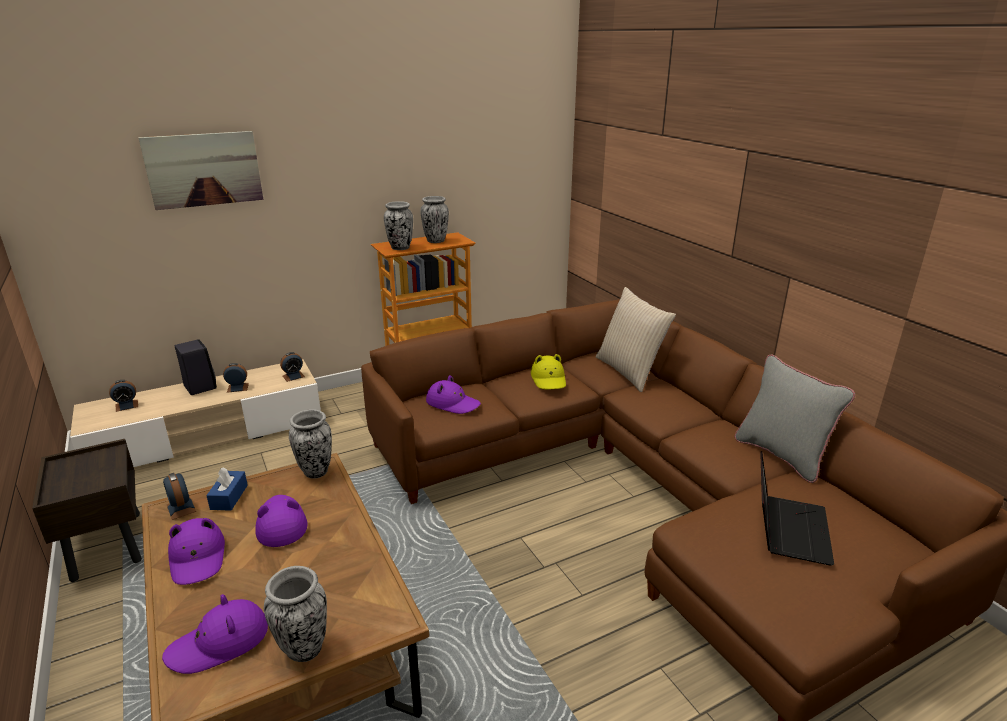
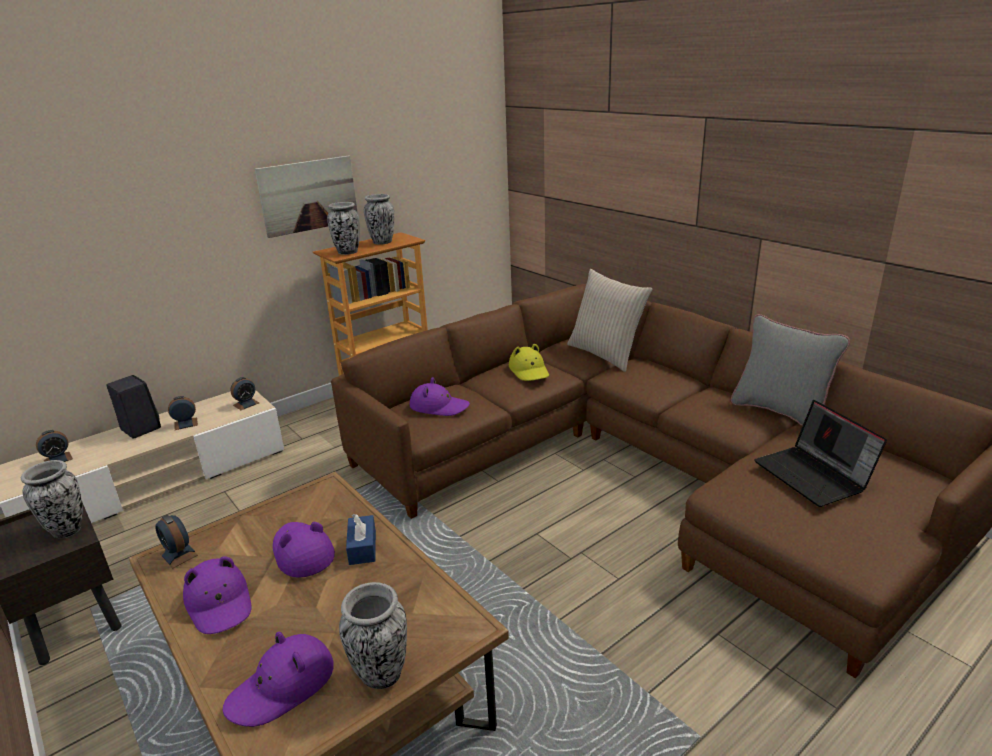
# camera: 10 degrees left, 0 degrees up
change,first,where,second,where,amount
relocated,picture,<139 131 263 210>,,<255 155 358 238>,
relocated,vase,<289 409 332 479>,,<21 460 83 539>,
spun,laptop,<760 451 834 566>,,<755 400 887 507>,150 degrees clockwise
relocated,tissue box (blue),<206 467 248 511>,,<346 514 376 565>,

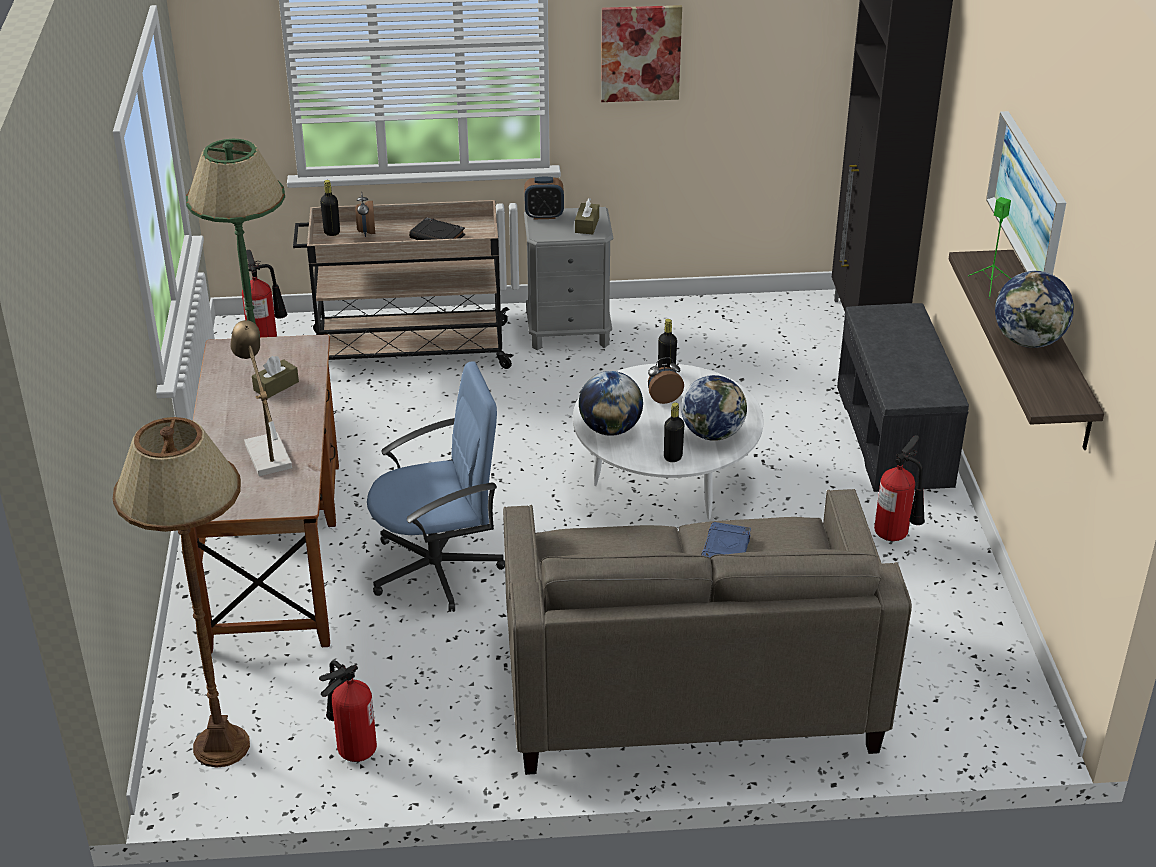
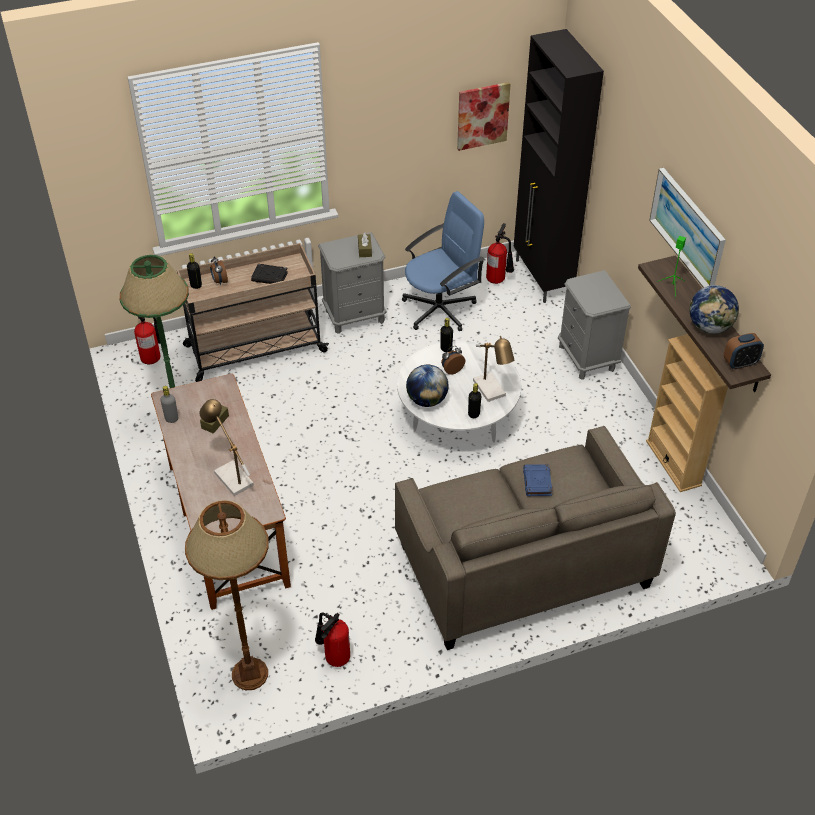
# camera: 15 degrees left, 10 degrees up
change,first,where,second,where,amount
relocated,picture,<601 5 682 102>,,<457 82 511 151>,
relocated,alarm clock,<524 177 564 219>,,<724 333 764 370>,
exchanged,bench (grey),<837 303 969 492>,nightstand (grey),<558 270 631 380>,
relocated,office chair (blue),<367 361 505 612>,,<402 191 485 331>,
exchanged,globe,<681 375 747 441>,table lamp,<473 336 514 402>,
relocated,fire extinguisher,<874 435 925 541>,,<486 223 514 284>,
appeared,,,bookcase (beige),<646 334 728 492>,
appeared,,,bottle (grey),<160 386 178 423>,

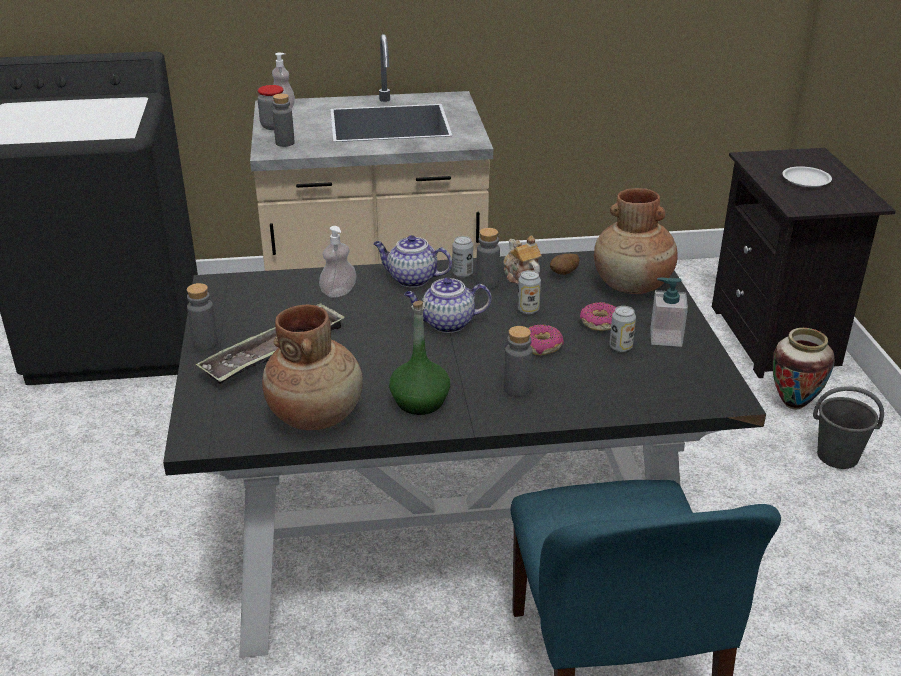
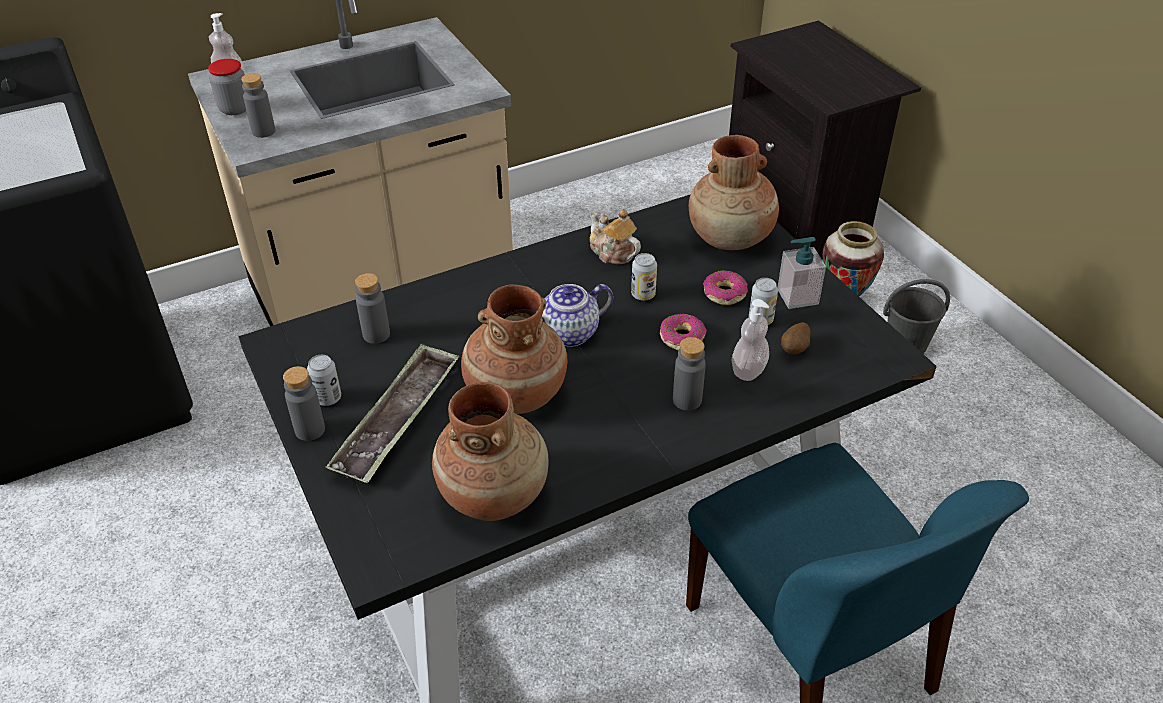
# camera: 20 degrees left, 10 degrees up
change,first,where,second,where,amount
missing,plate (white),<782 166 832 187>,,,
relocated,soap dispenser,<319 226 357 298>,,<732 299 769 381>,
relocated,bottle (grey),<476 228 500 289>,,<355 273 390 344>,
missing,teapot,<373 235 452 287>,,,
relocated,can,<452 236 473 278>,,<307 355 341 406>,
relocated,potato,<550 254 580 275>,,<781 322 810 354>,
missing,bottle (green),<389 301 450 415>,,,
appeared,,,vase (brown),<461 285 567 414>,

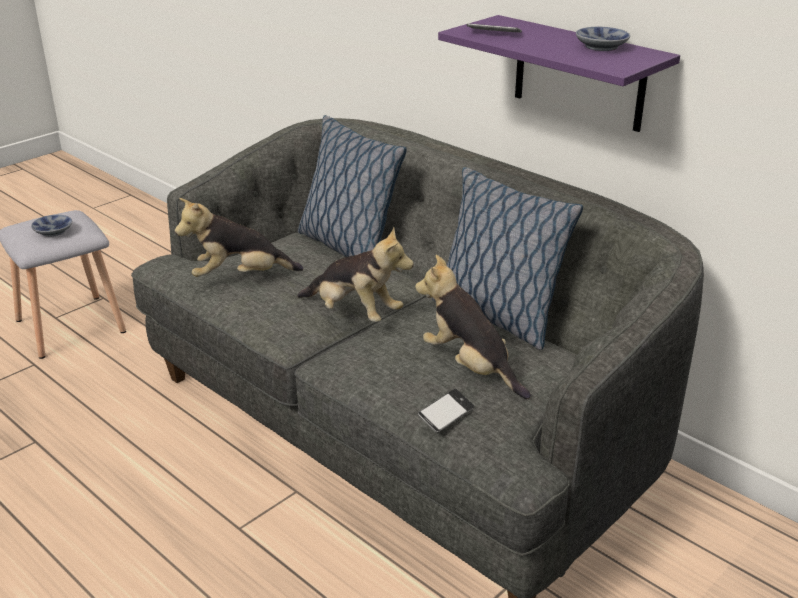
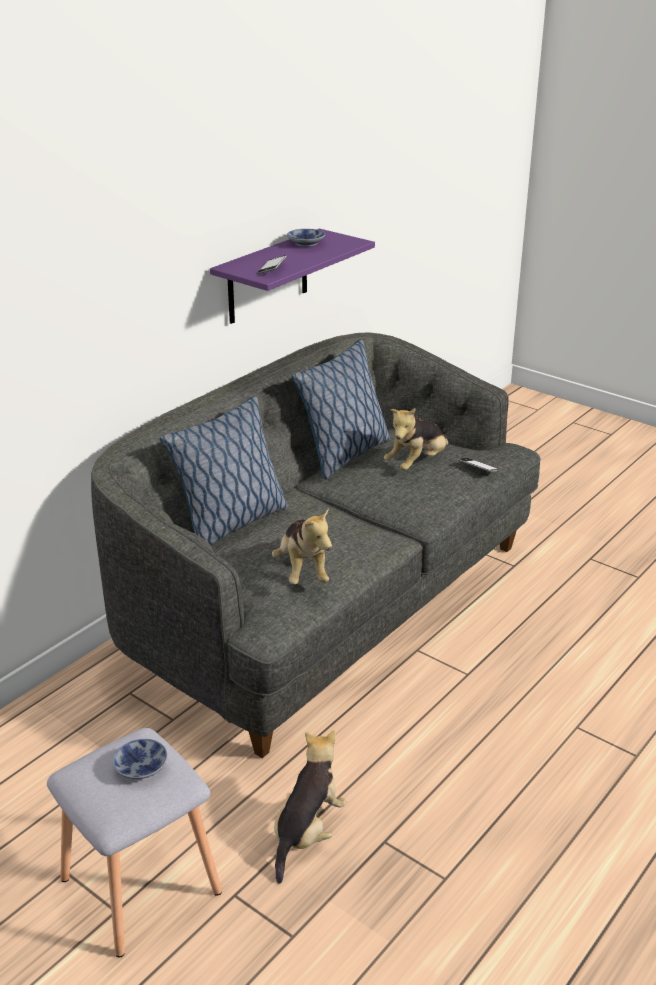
# camera: 95 degrees left, 0 degrees up
change,first,where,second,where,amount
relocated,plush toy,<297 227 414 322>,,<274 730 346 884>,

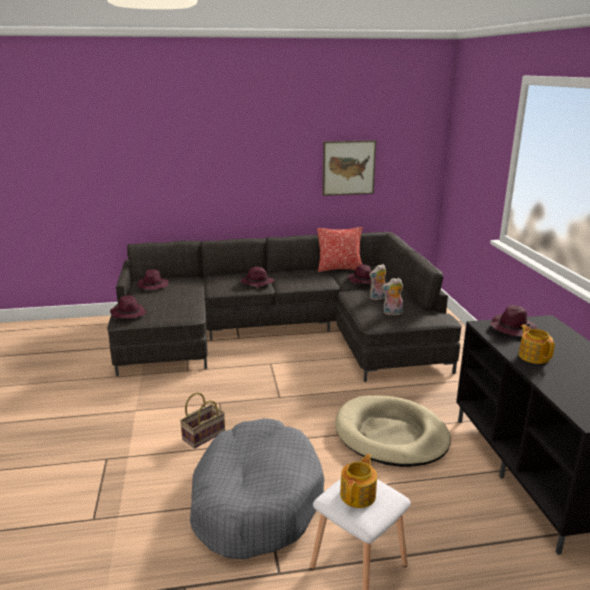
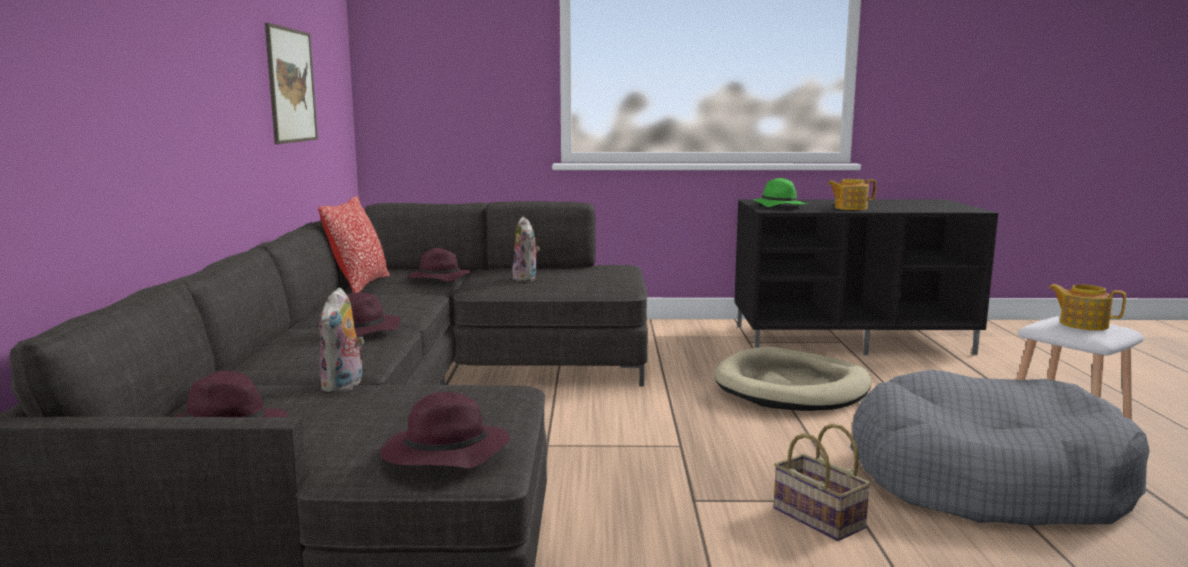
# camera: 80 degrees left, 10 degrees down
change,first,where,second,where,amount
relocated,plush toy,<382 278 403 315>,,<319 287 365 392>,
colour,hat (purple),<490 305 537 336>,hat (green),<754 178 807 207>,

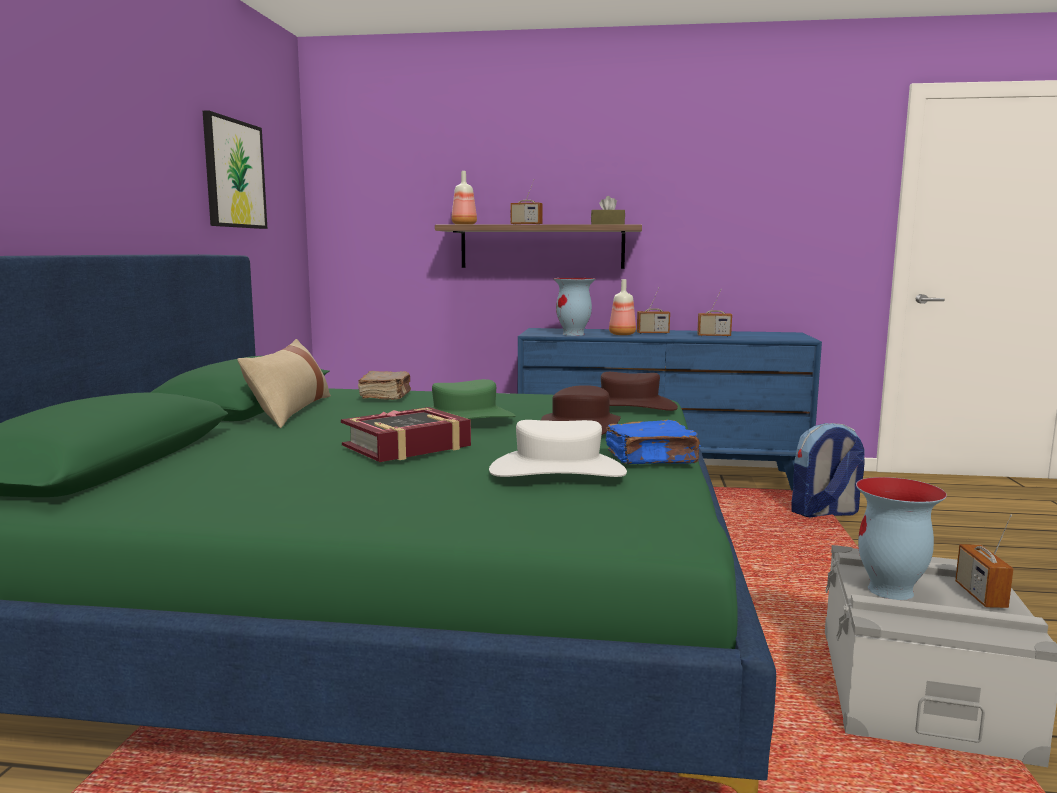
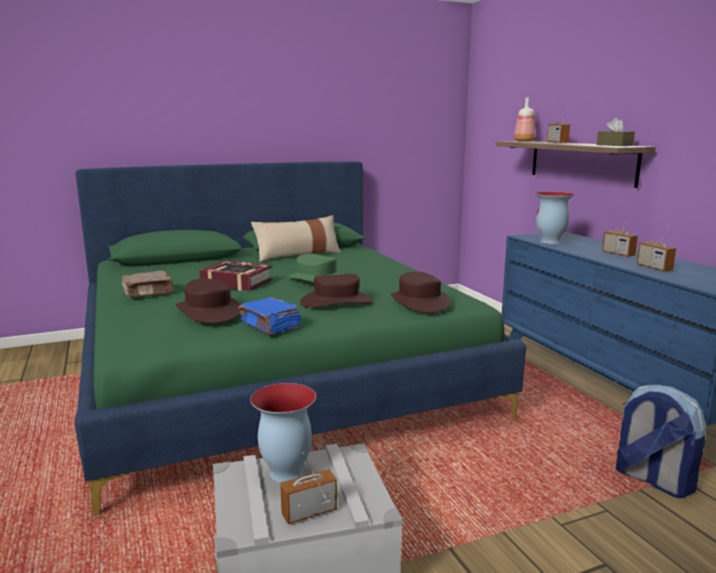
# camera: 60 degrees right, 5 degrees up
change,first,where,second,where,amount
missing,picture,<203 111 267 229>,,,
missing,bottle,<609 279 636 335>,,,
relocated,book (brown),<358 371 411 400>,,<121 270 174 298>,
colour,hat (white),<489 420 627 477>,hat (brown),<176 278 241 323>,

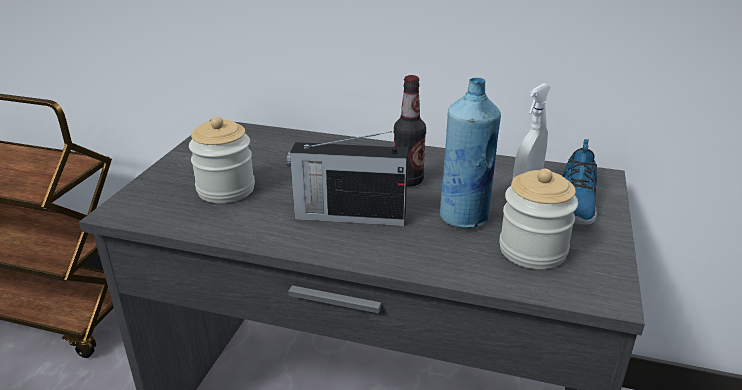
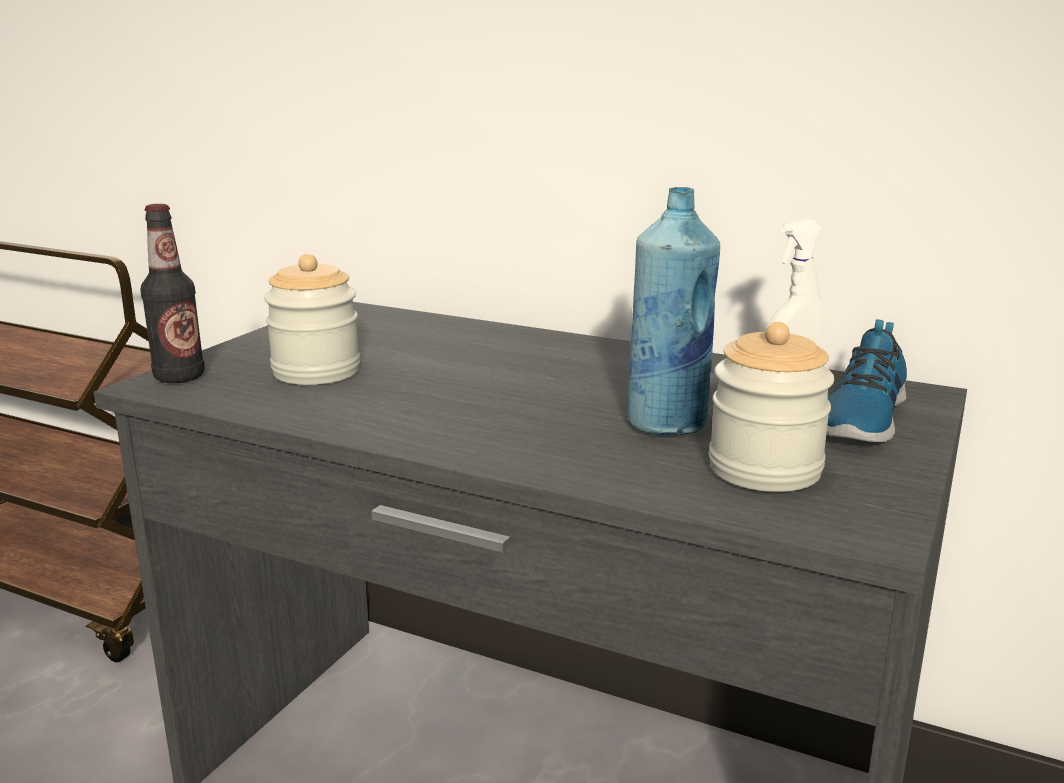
# camera: 10 degrees right, 10 degrees down
change,first,where,second,where,amount
relocated,bottle,<394 75 426 187>,,<140 204 205 383>,
missing,radio,<287 131 408 226>,,,

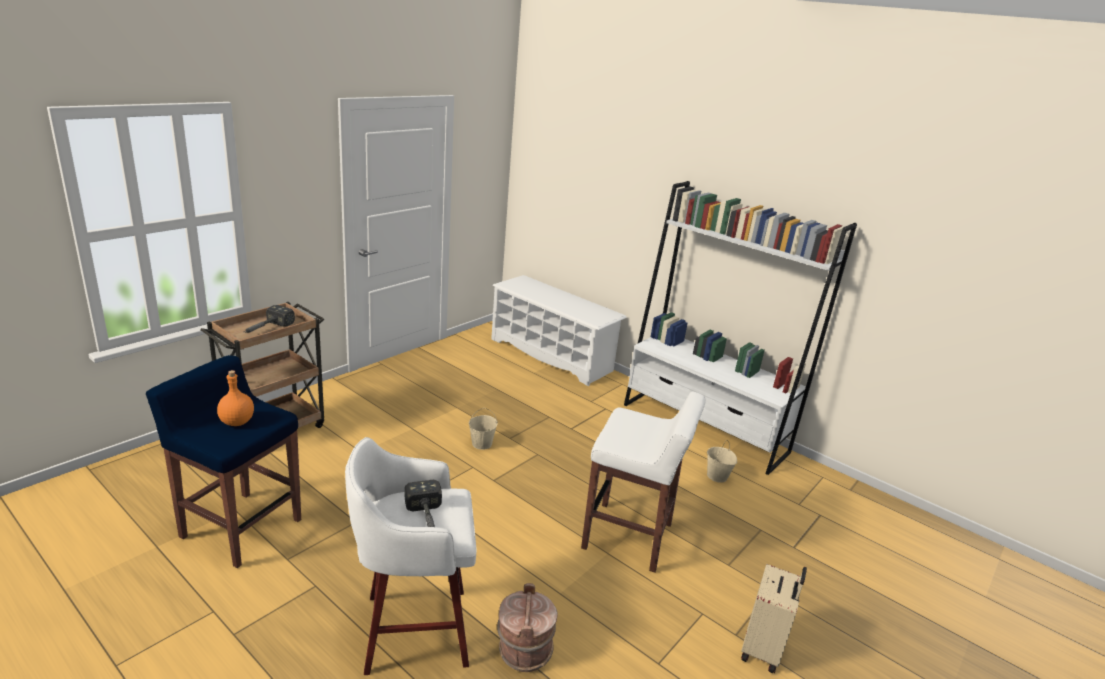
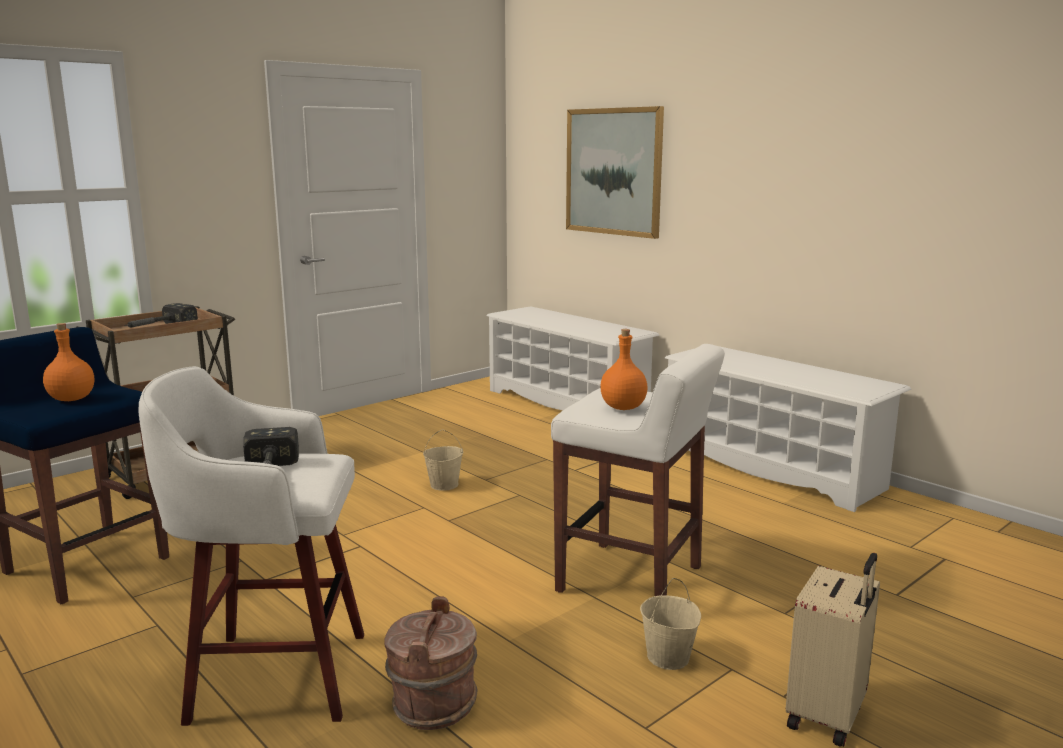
# camera: 10 degrees right, 10 degrees down
change,first,where,second,where,amount
exchanged,bookcase (white),<624 181 857 475>,shoe rack (white),<664 346 911 512>,
relocated,bucket (beige),<707 440 737 483>,,<640 578 701 670>,
appeared,,,picture,<566 106 664 239>,
appeared,,,bottle (orange),<600 329 648 410>,

